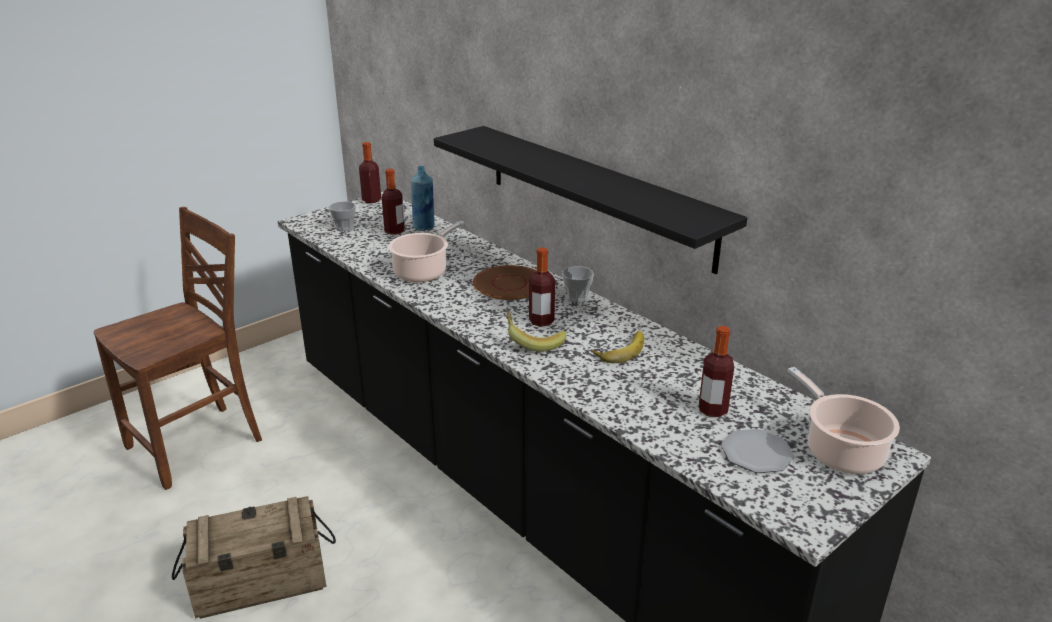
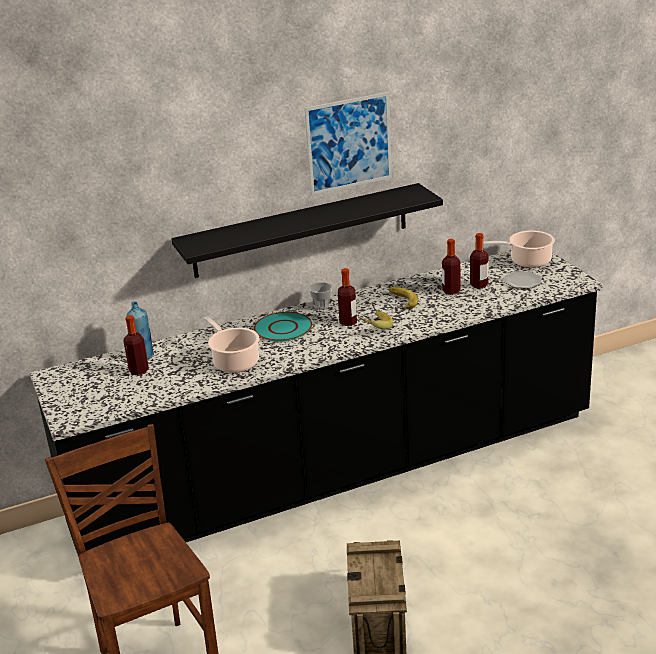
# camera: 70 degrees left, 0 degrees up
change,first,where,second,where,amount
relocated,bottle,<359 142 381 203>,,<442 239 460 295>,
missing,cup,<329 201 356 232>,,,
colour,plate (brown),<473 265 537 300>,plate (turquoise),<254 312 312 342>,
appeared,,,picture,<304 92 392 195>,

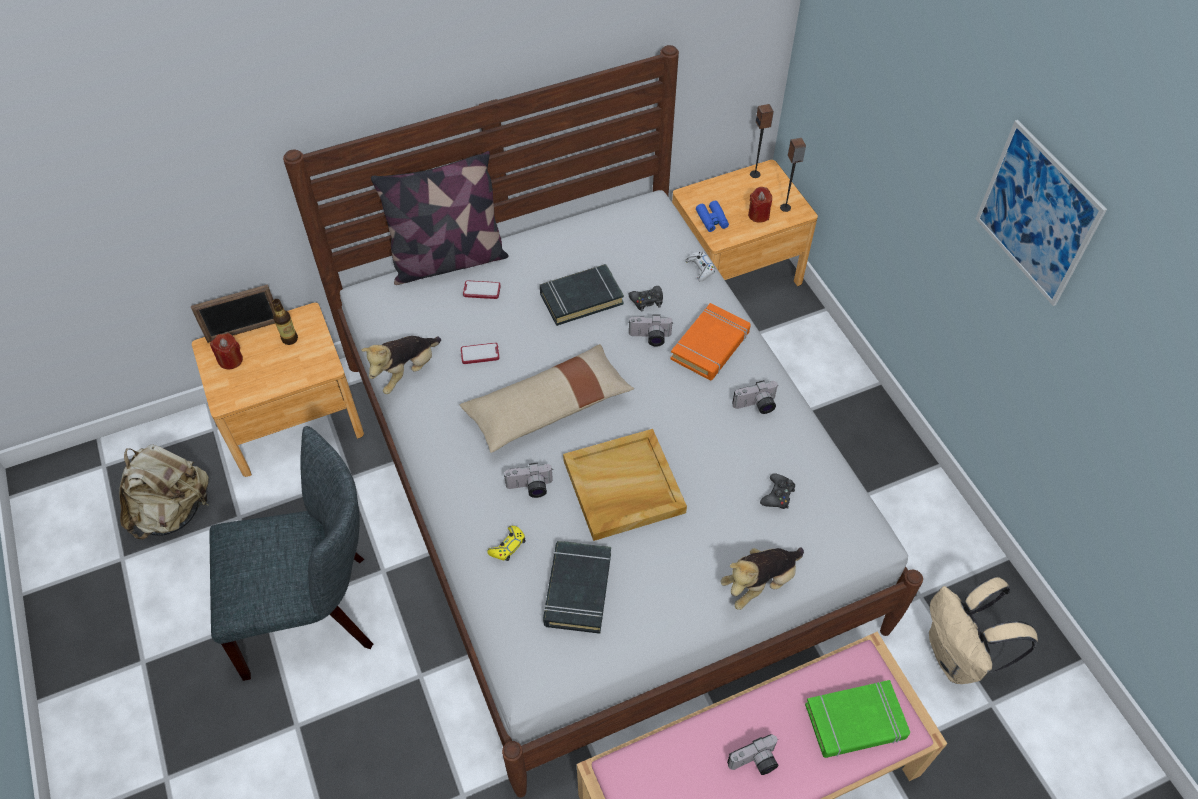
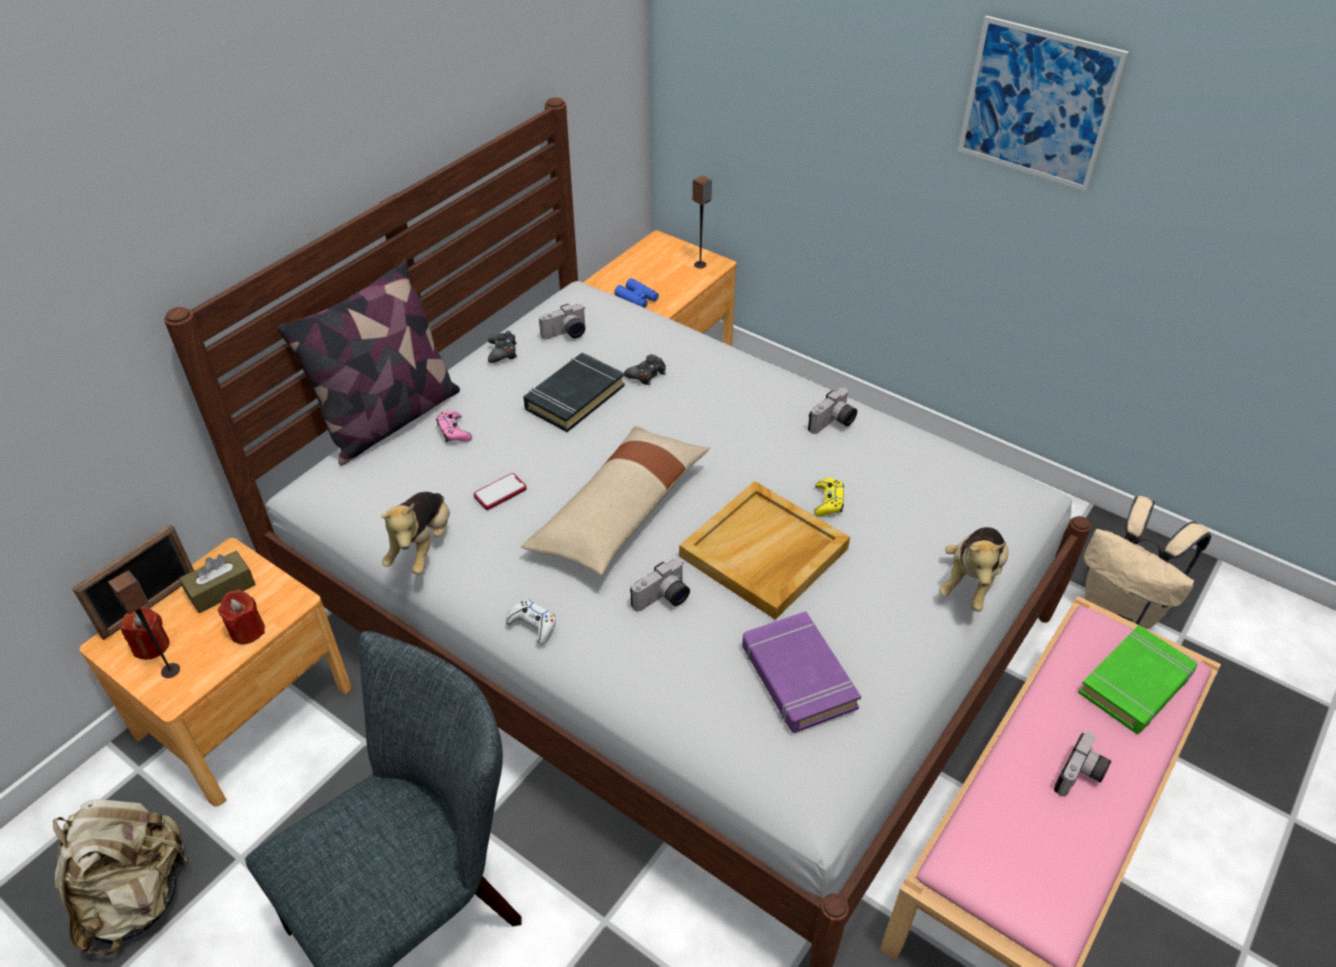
# camera: 30 degrees left, 10 degrees down
change,first,where,second,where,amount
relocated,speaker,<750 104 774 178>,,<108 570 180 678>,
relocated,candle (red),<748 187 772 223>,,<218 590 265 645>,
relocated,game controller (white),<685 252 715 282>,,<506 600 556 644>,
exchanged,phone,<463 281 500 299>,game controller (pink),<436 410 472 443>,
exchanged,bottle,<272 299 298 345>,tissue box (brown),<179 551 256 613>,
missing,book (orange),<670 303 751 380>,,,
relocated,photo camera,<628 314 673 347>,,<539 304 585 339>,
relocated,game controller (black),<760 473 795 509>,,<488 331 517 363>,
relocated,game controller (yellow),<487 526 526 561>,,<814 478 844 516>,
colour,book (black),<543 541 611 634>,book (purple),<742 611 861 733>,

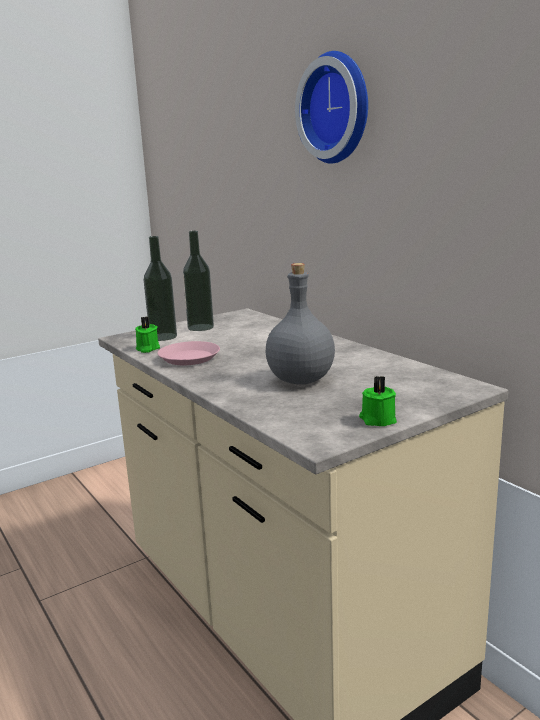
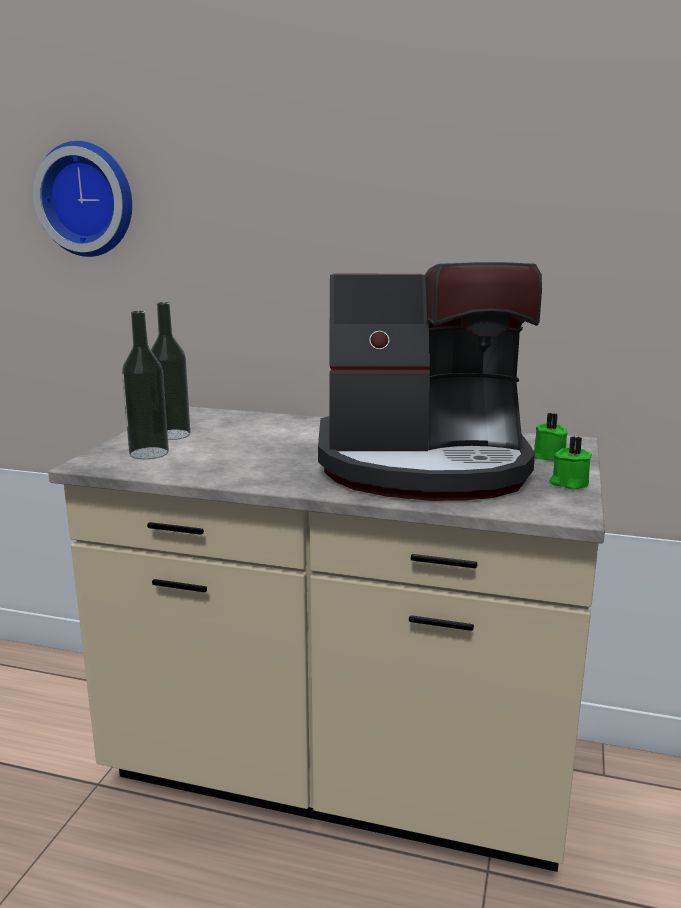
# camera: 40 degrees left, 0 degrees up
change,first,where,second,where,amount
relocated,wall clock,<295 51 368 164>,,<33 141 132 257>,
exchanged,bottle (grey),<266 263 335 385>,coffee machine,<318 262 542 501>,
relocated,candle (green),<135 316 160 353>,,<534 413 567 461>,
missing,plate (pink),<157 341 220 365>,,,

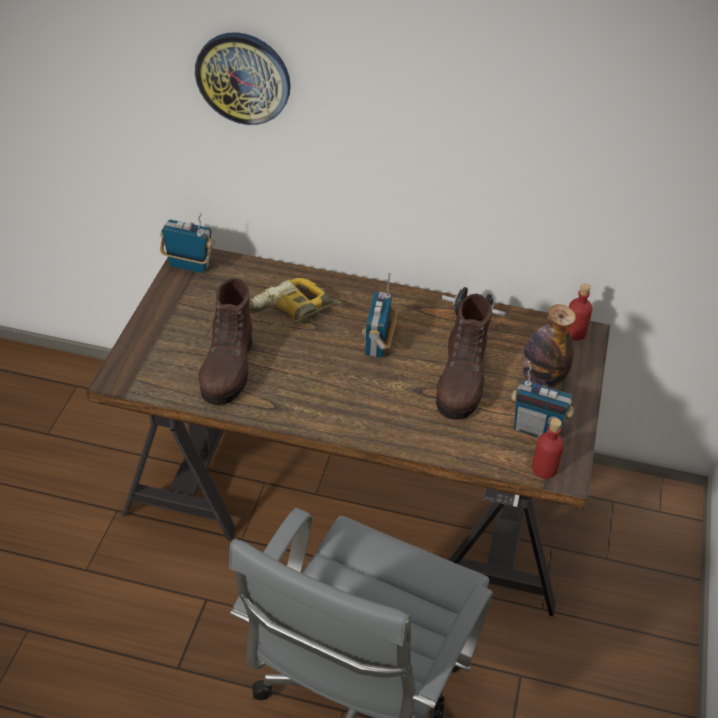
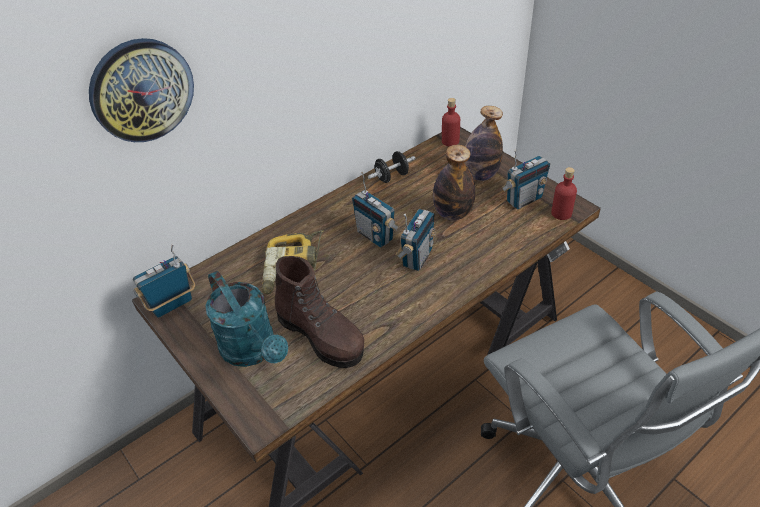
# camera: 50 degrees left, 0 degrees up
change,first,where,second,where,amount
exchanged,boot (brown),<436 293 492 420>,bottle,<433 145 475 220>,
appeared,,,radio,<395 209 436 271>,
appeared,,,watering can (turquoise),<205 271 288 367>,

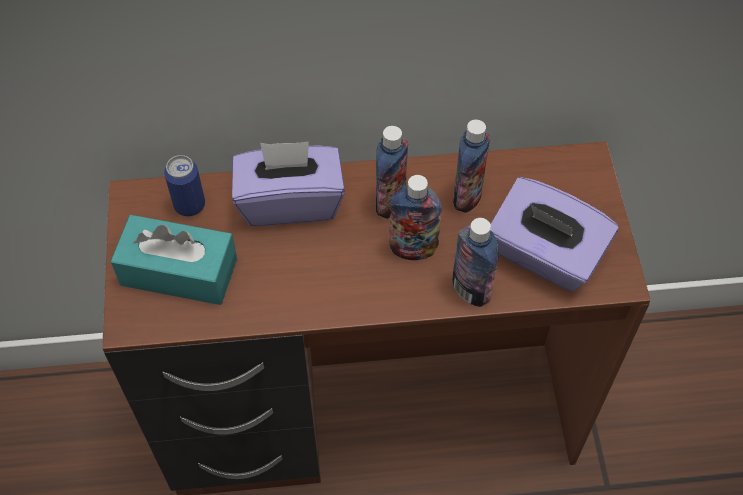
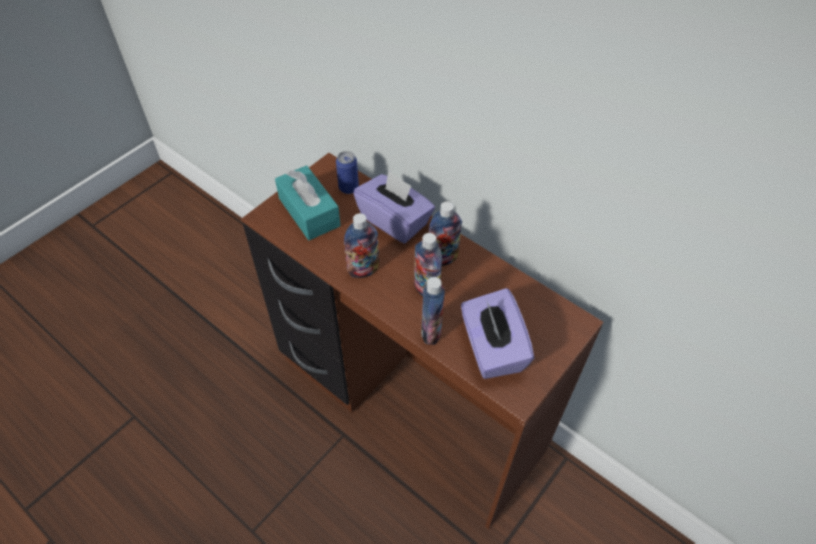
# camera: 45 degrees right, 5 degrees down
change,first,where,second,where,amount
relocated,bottle,<453 120 490 213>,,<344 213 379 278>,

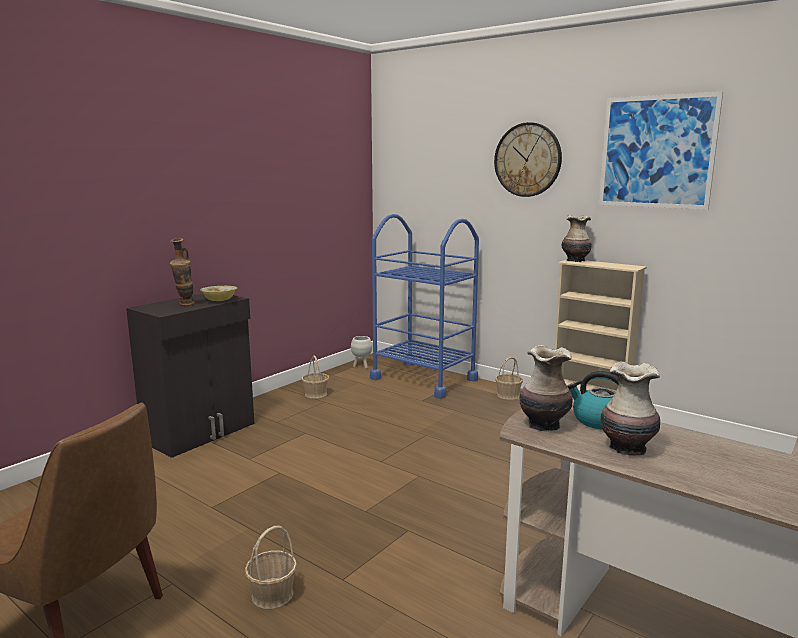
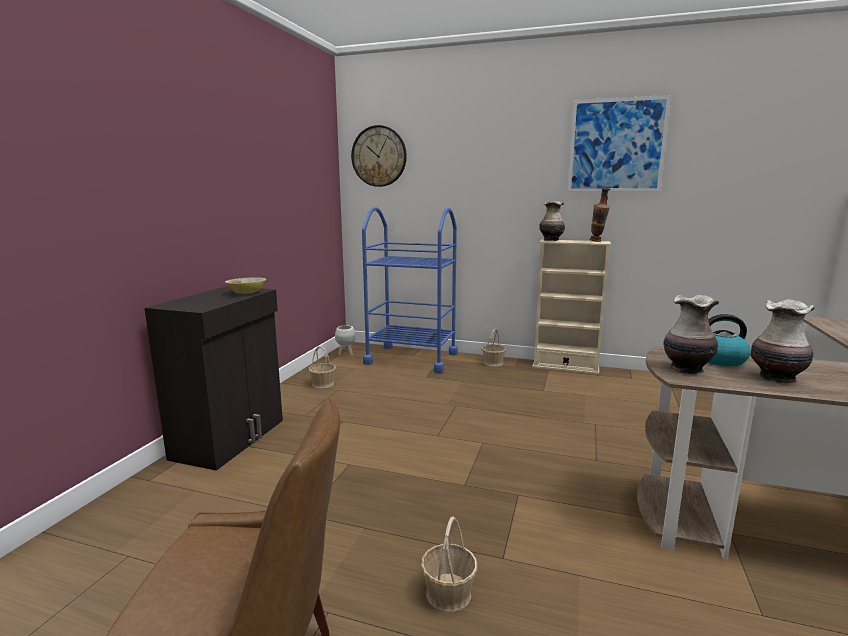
# camera: 20 degrees left, 0 degrees up
change,first,where,second,where,amount
relocated,wall clock,<494 122 562 197>,,<351 125 407 187>,
relocated,vase,<170 238 194 306>,,<590 187 611 242>,

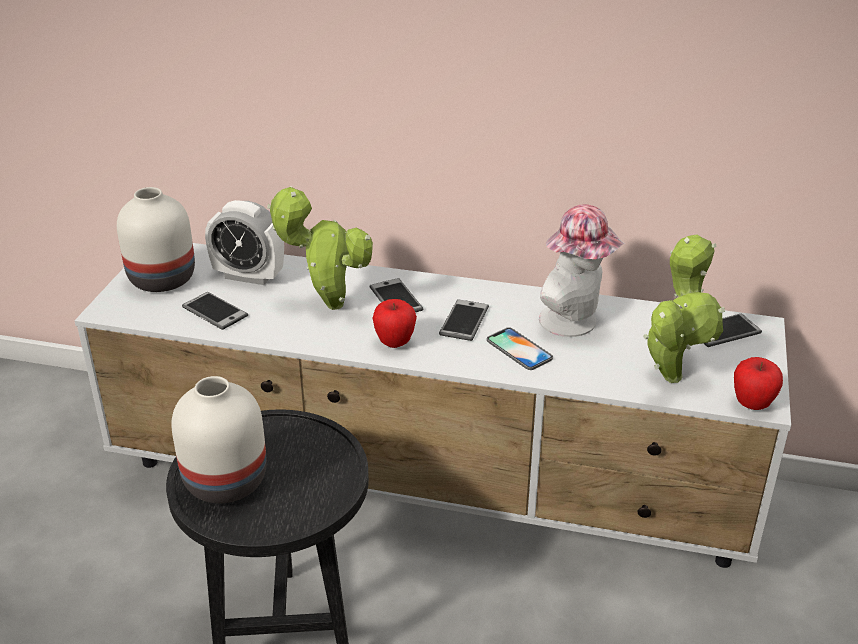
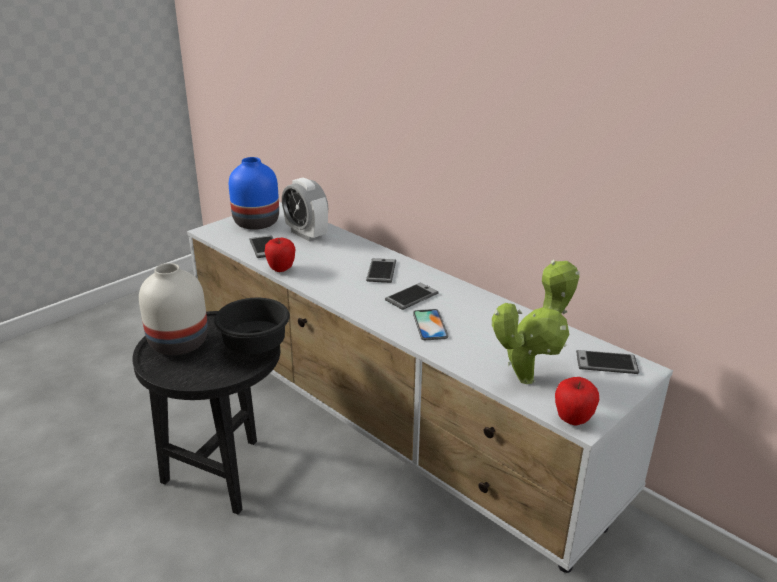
# camera: 30 degrees right, 5 degrees down
change,first,where,second,where,amount
missing,potted plant,<267 186 373 310>,,,
colour,vase (white),<117 187 195 292>,vase (blue),<229 157 279 230>,
missing,hat,<539 204 625 337>,,,
relocated,apple,<373 299 417 348>,,<265 238 295 272>,
appeared,,,bowl (black),<214 298 290 354>,

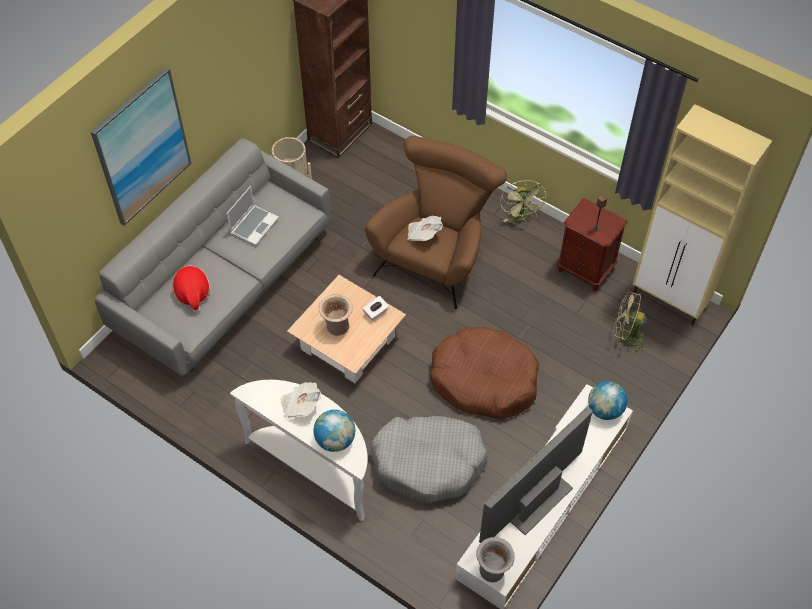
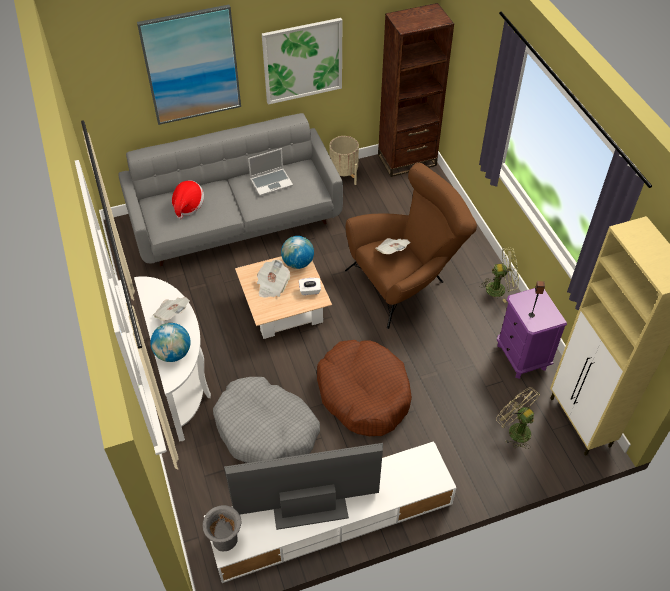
# camera: 35 degrees right, 5 degrees down
change,first,where,second,where,amount
spun,fan (green),<500 180 547 222>,,<479 247 519 303>,120 degrees counterclockwise
colour,nightstand (brown),<557 198 628 291>,nightstand (purple),<497 288 567 379>,
exchanged,vase (beige),<319 294 353 336>,newspaper,<257 260 290 297>,
relocated,globe,<588 381 627 420>,,<281 236 314 269>,
appeared,,,picture,<262 18 343 105>,

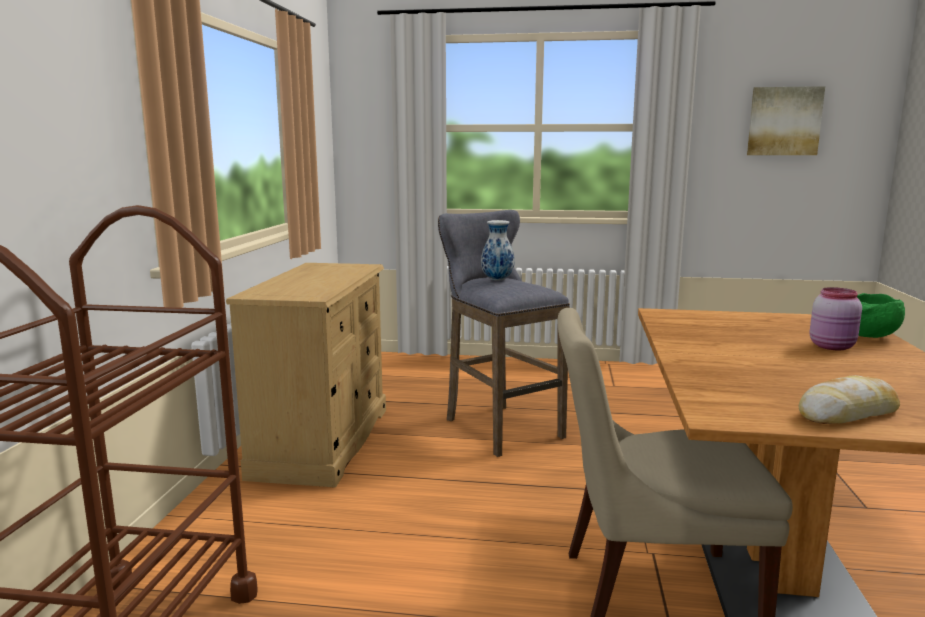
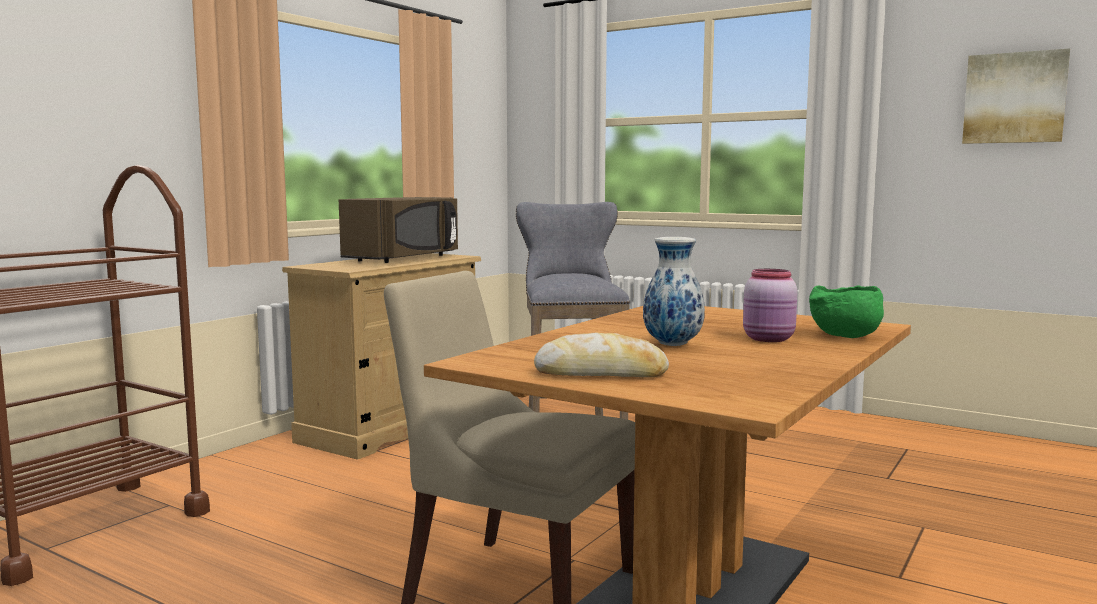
# camera: 25 degrees right, 5 degrees down
change,first,where,second,where,amount
relocated,vase,<481 220 515 281>,,<643 237 705 346>,
appeared,,,microwave (brown),<339 197 458 263>,

